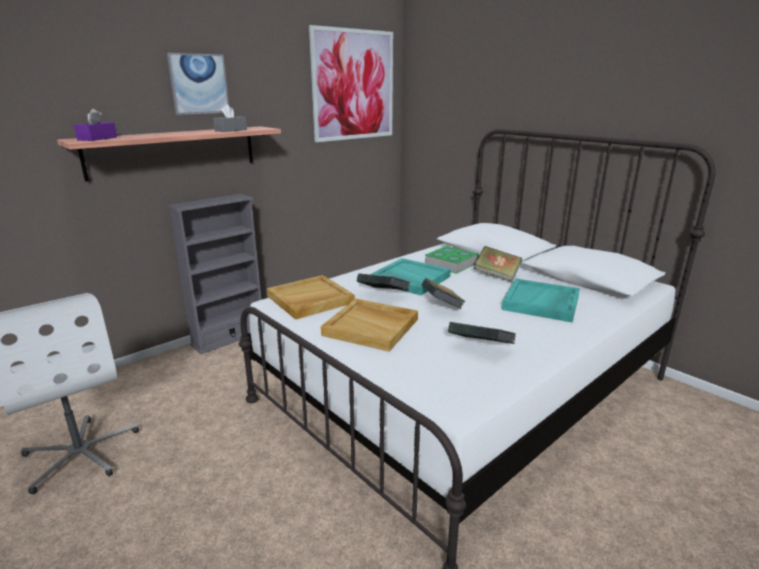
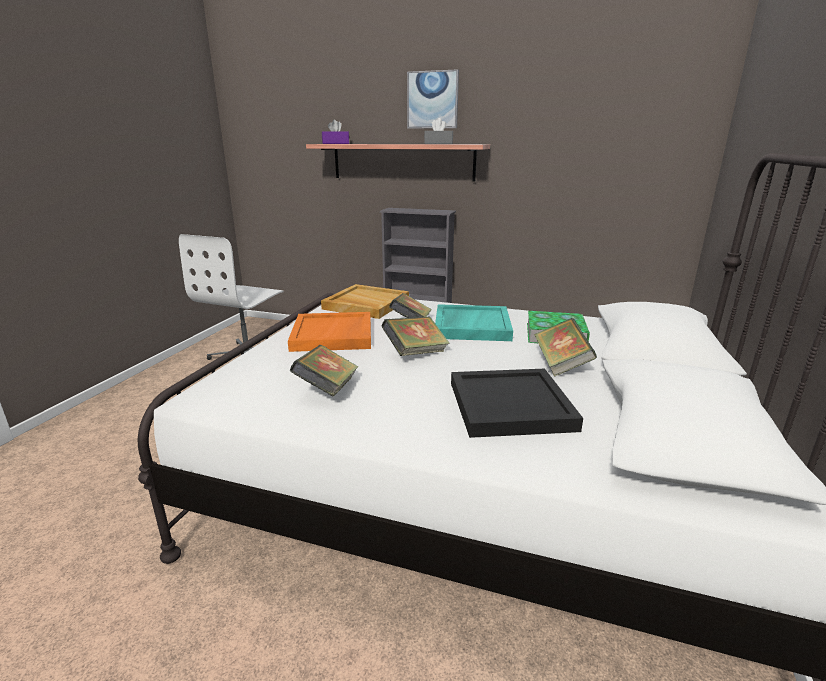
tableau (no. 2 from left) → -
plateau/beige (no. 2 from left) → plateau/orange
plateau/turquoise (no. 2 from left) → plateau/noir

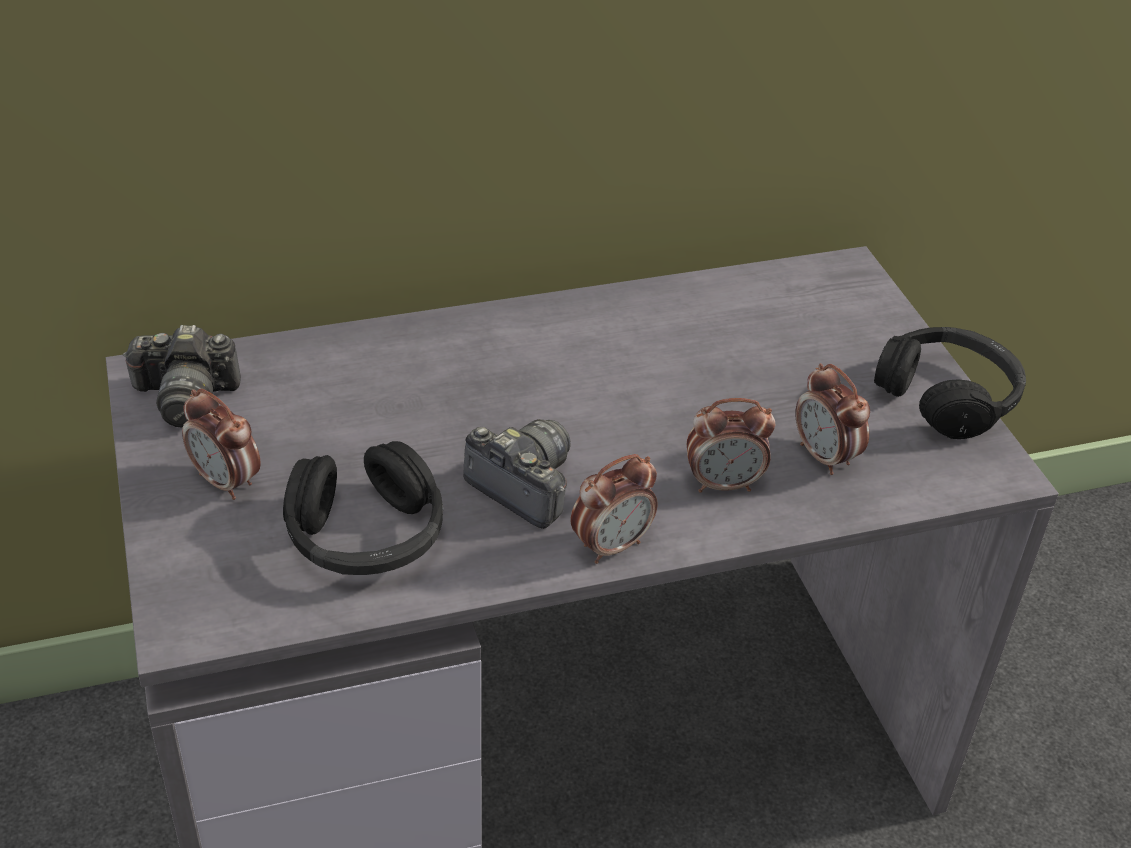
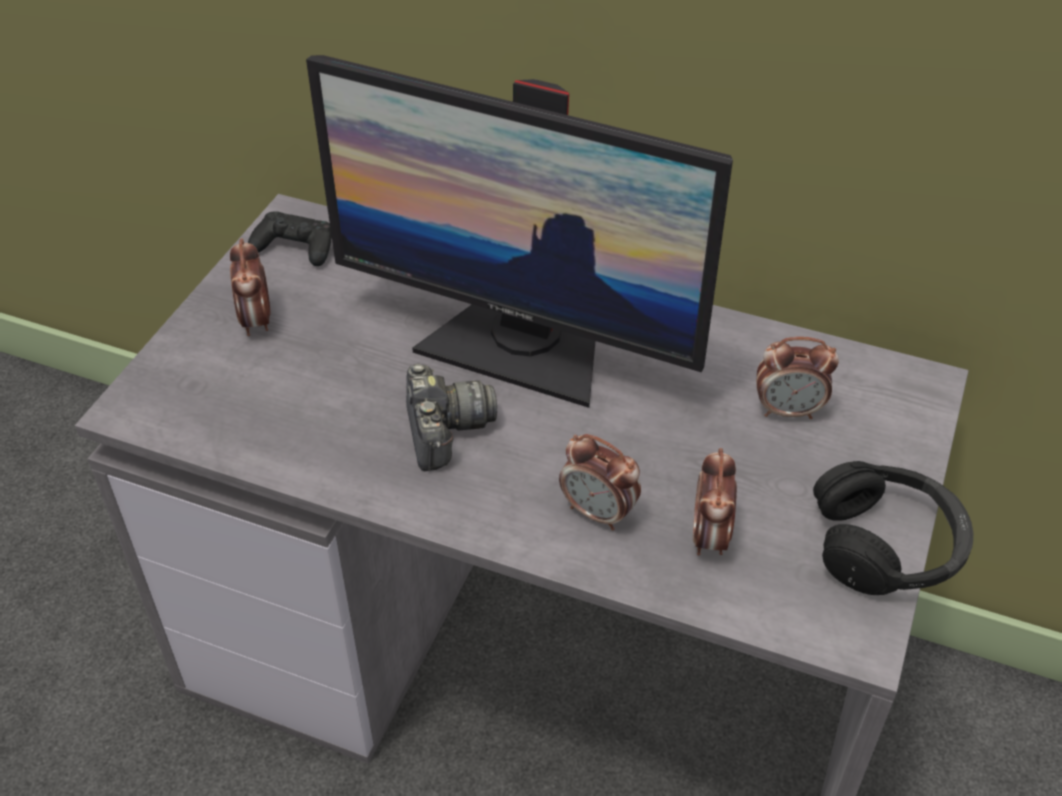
casque audio/noir (no. 1 from left) → -
- → écran d'ordinateur
réveil (no. 2 from left in the first image) → réveil (no. 4 from left), shifted
appareil photo (no. 1 from left) → manette/noir

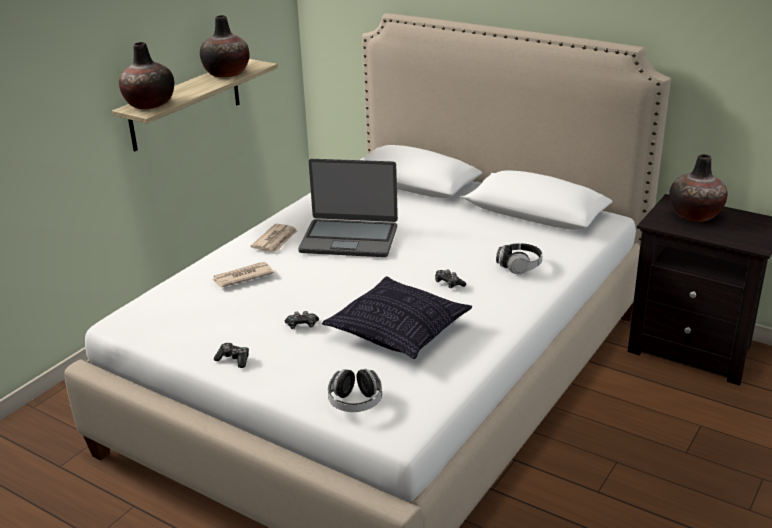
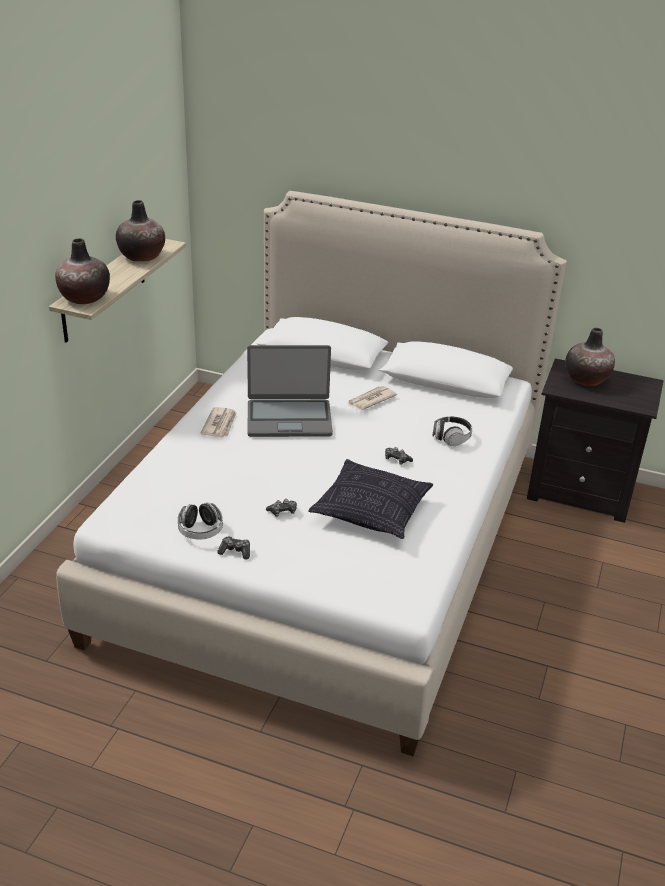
journal (no. 1 from left in the first image) → journal (no. 2 from left), shifted
casque audio (no. 1 from left), shifted

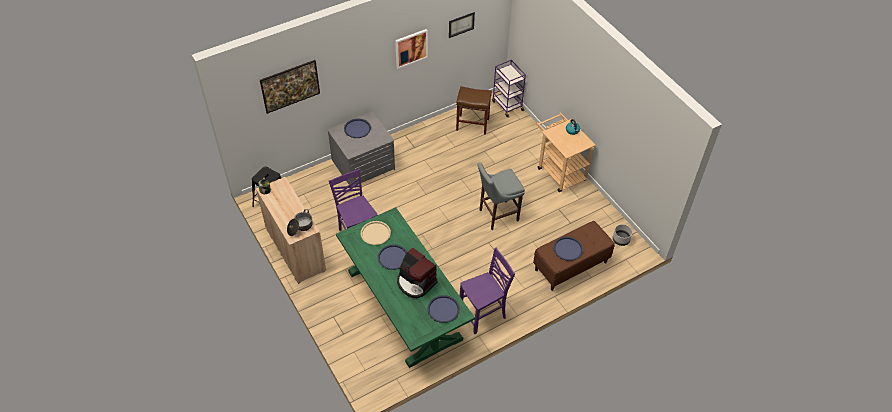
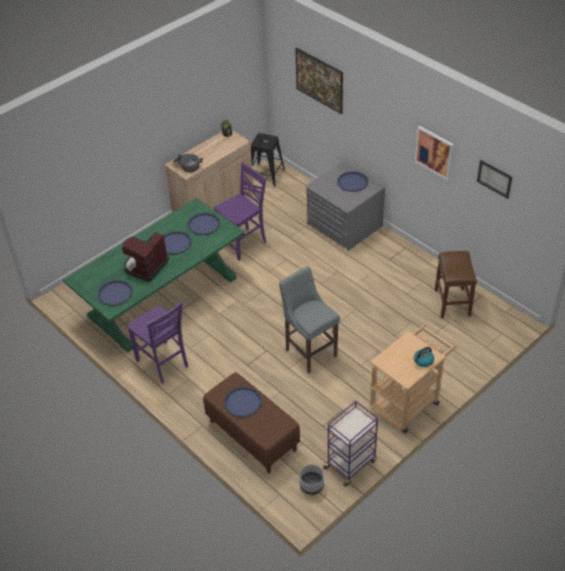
chariot/violet, shifted
plateau/beige → plateau/bleu (no. 3 from left)

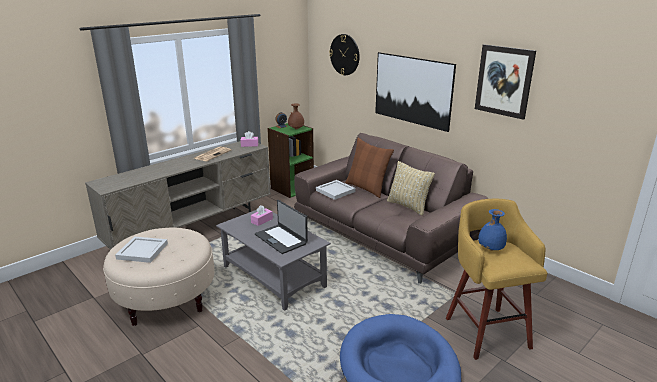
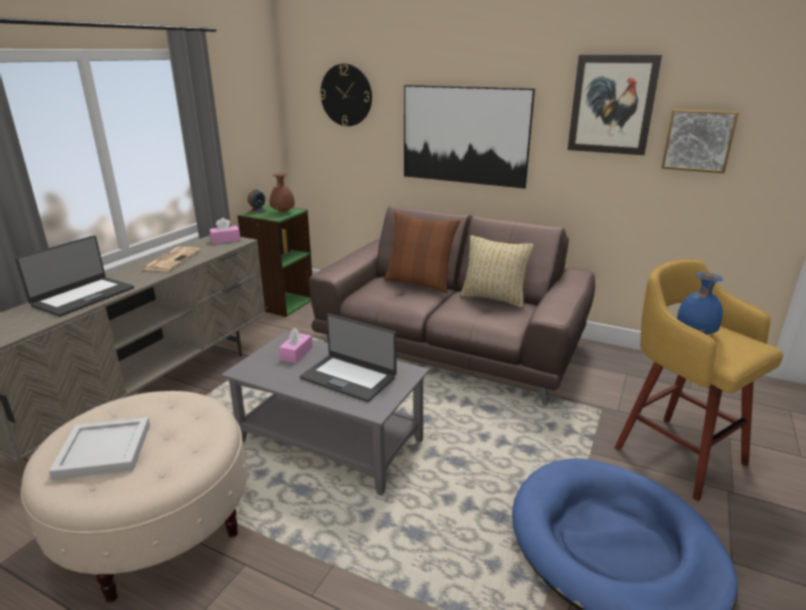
plateau/blanc (no. 2 from left) → -
- → ordinateur portable (no. 1 from left)
- → tableau (no. 3 from left)

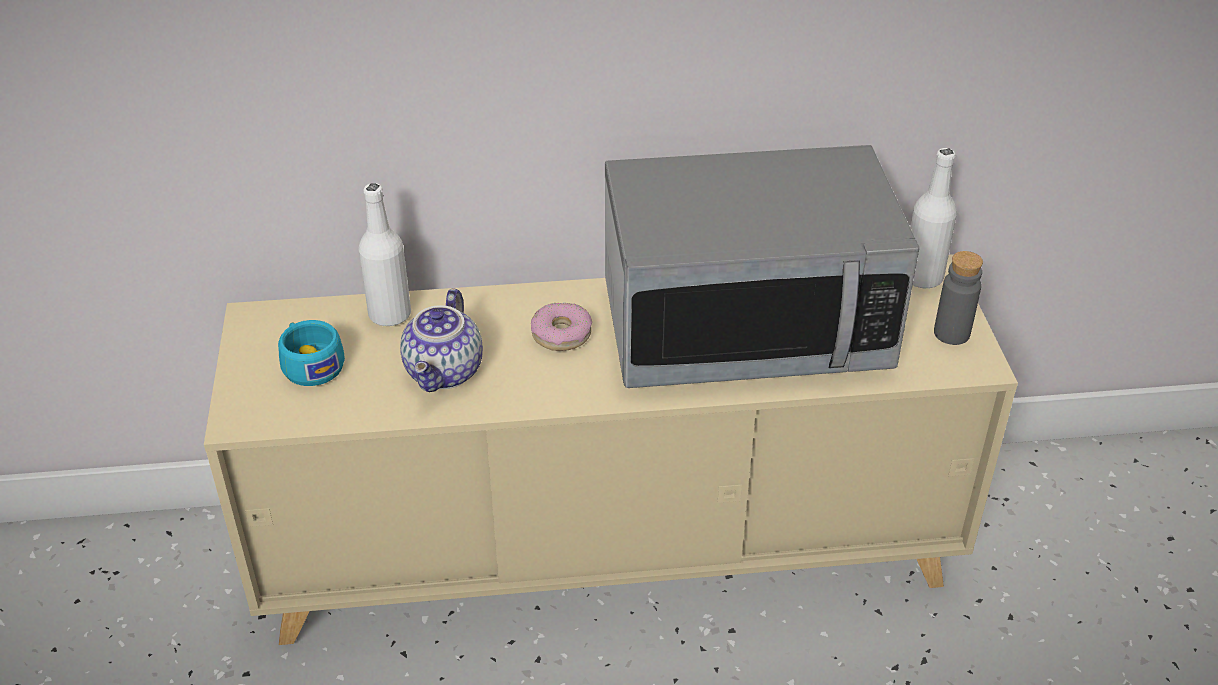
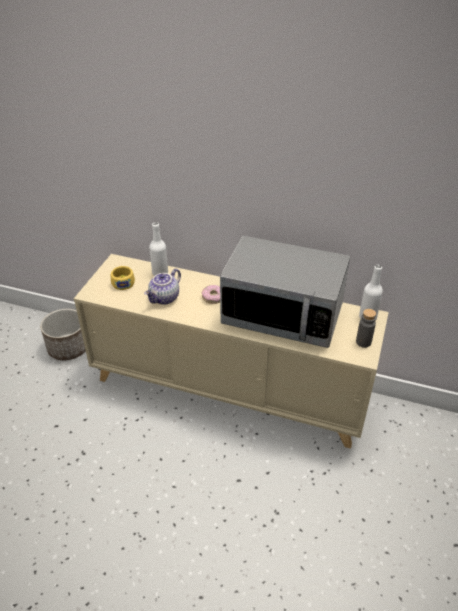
- → cache-pot
tasse/turquoise → tasse/jaune

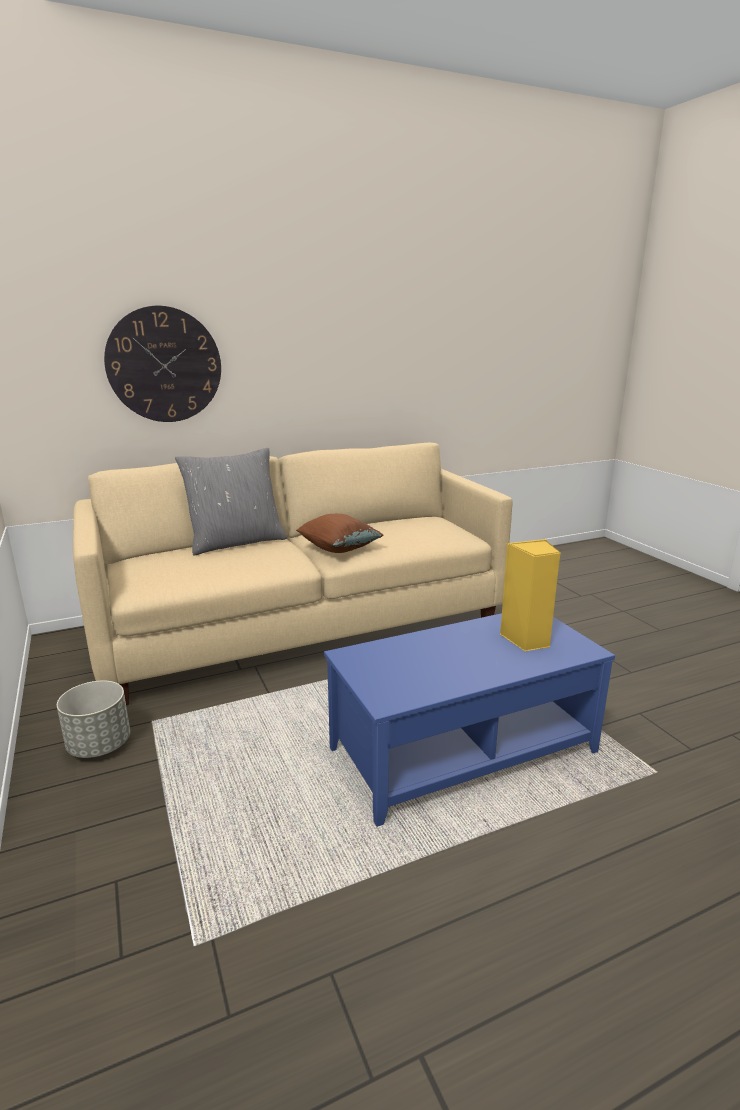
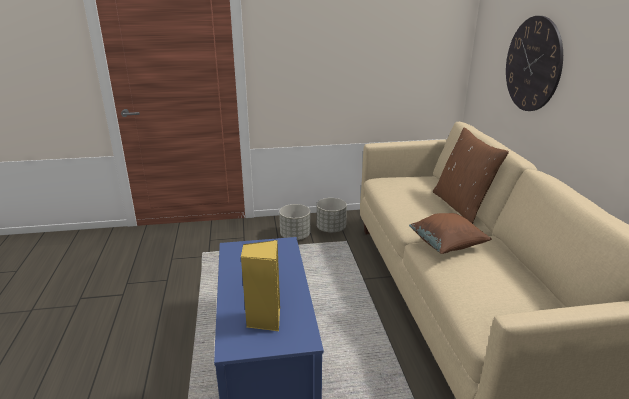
- → cache-pot/gris (no. 1 from left)
coussin/gris → coussin/marron (no. 2 from left)

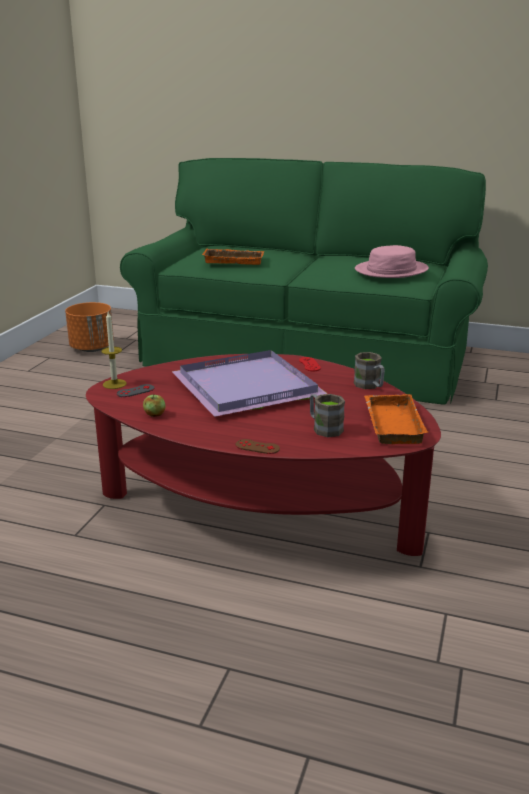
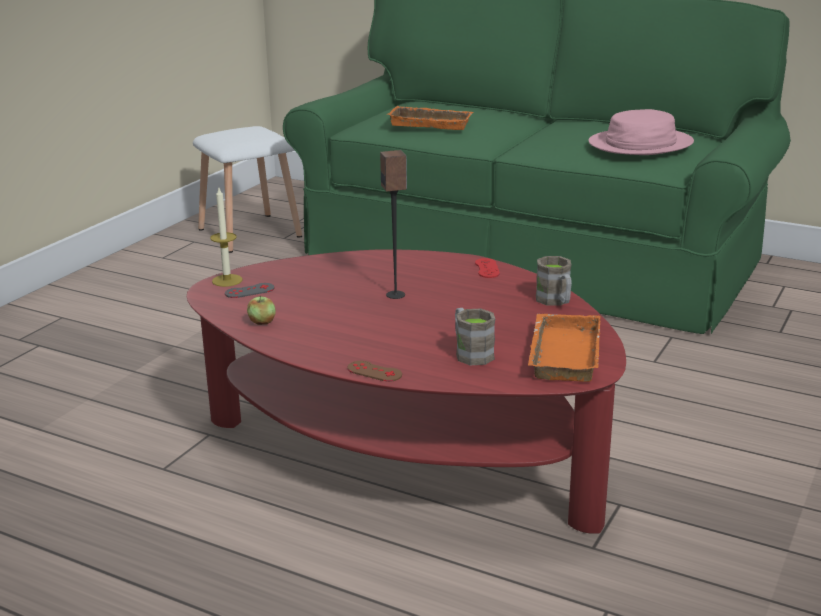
cache-pot/orange → tabouret/blanc
plateau/violet → enceinte

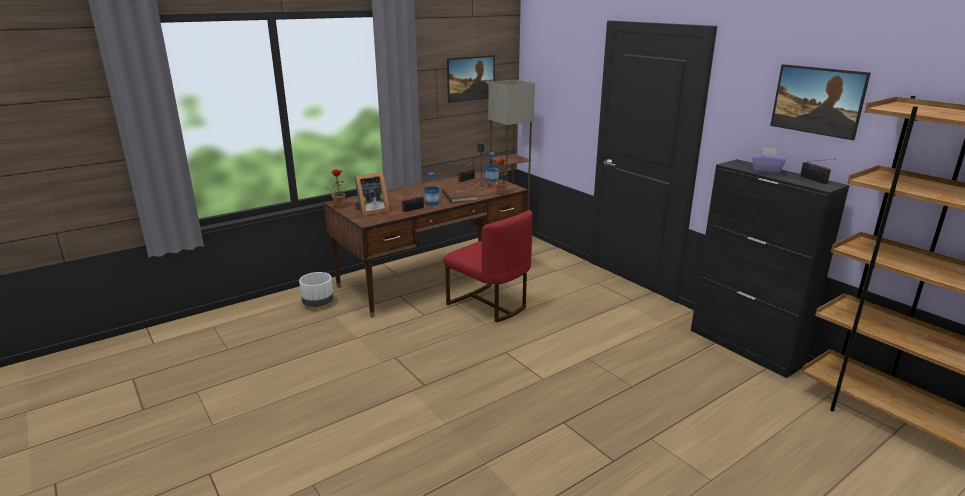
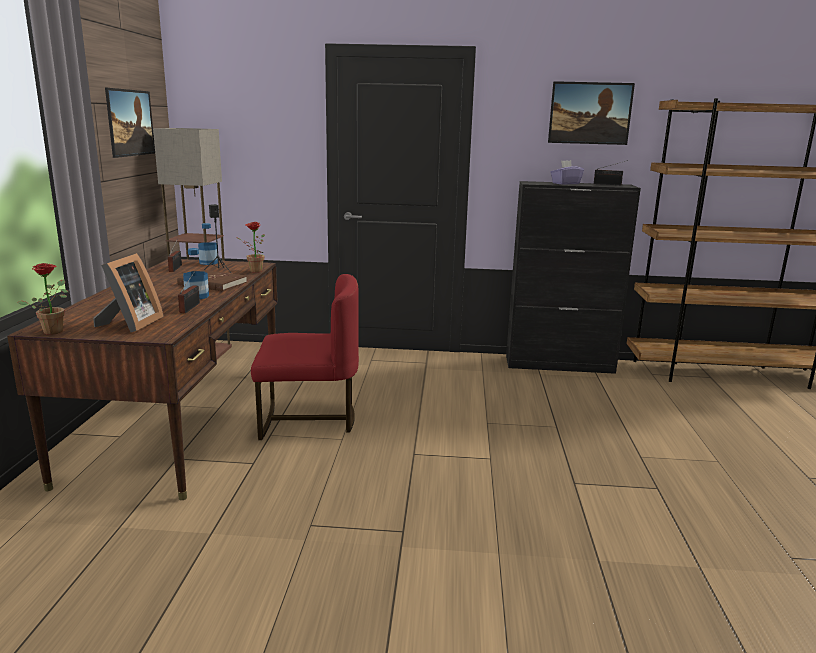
cache-pot/blanc → -

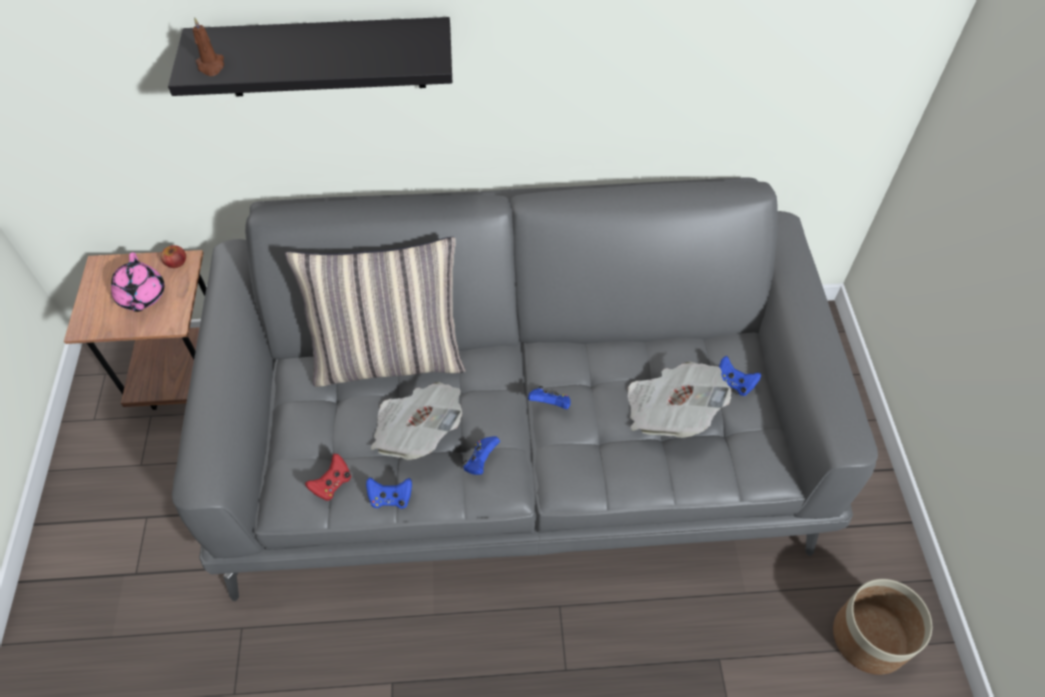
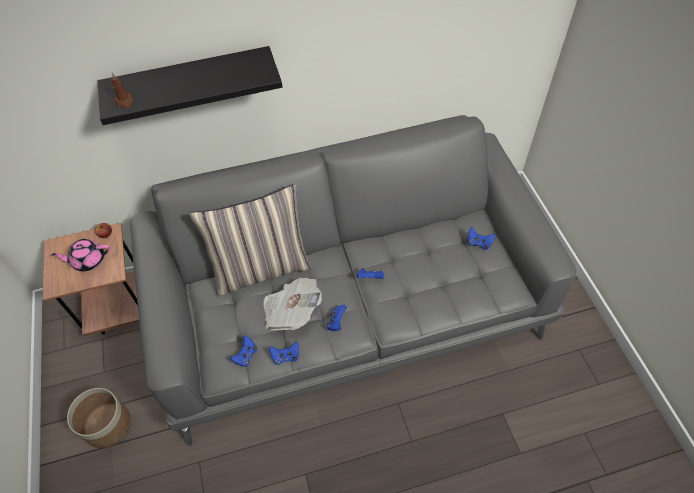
journal (no. 2 from left) → -
cache-pot, shifted
manette/rouge → manette/bleu (no. 1 from left)
théière/rose, 105 degrees clockwise

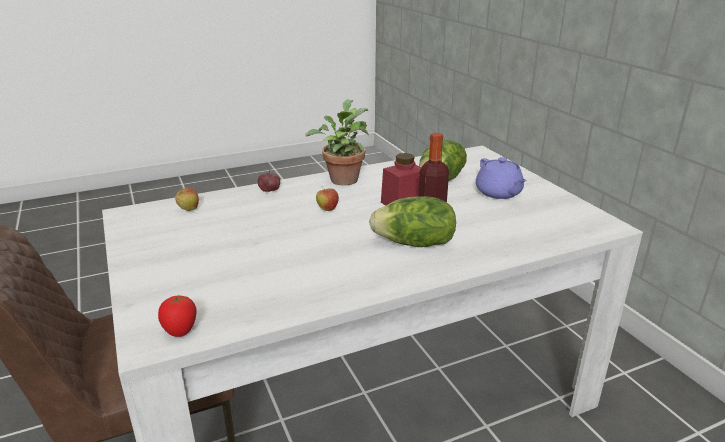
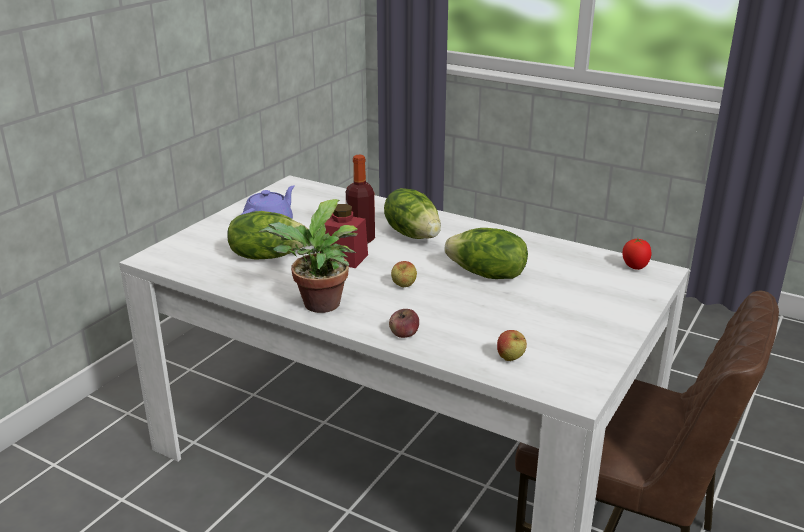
- → laitue (no. 3 from left)

